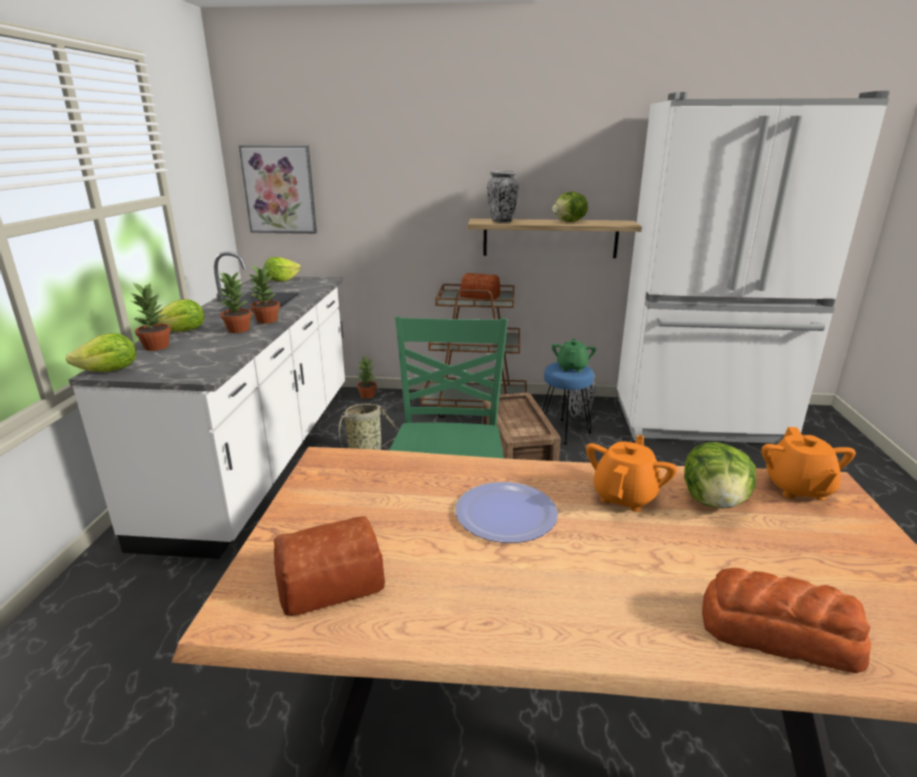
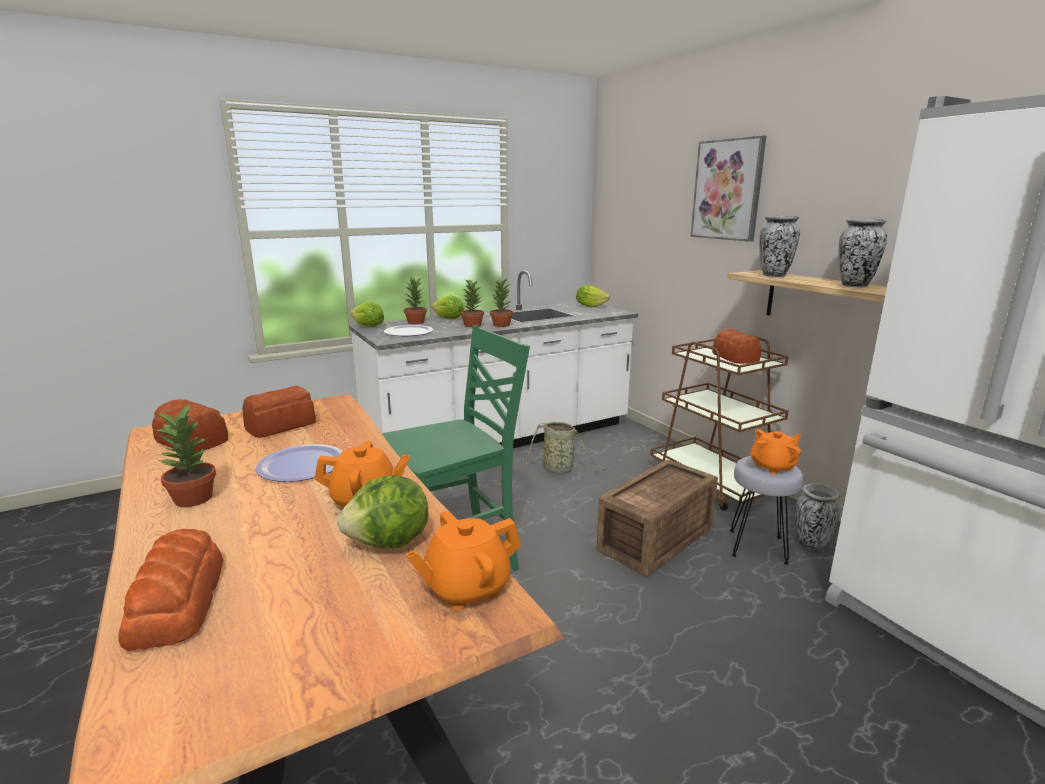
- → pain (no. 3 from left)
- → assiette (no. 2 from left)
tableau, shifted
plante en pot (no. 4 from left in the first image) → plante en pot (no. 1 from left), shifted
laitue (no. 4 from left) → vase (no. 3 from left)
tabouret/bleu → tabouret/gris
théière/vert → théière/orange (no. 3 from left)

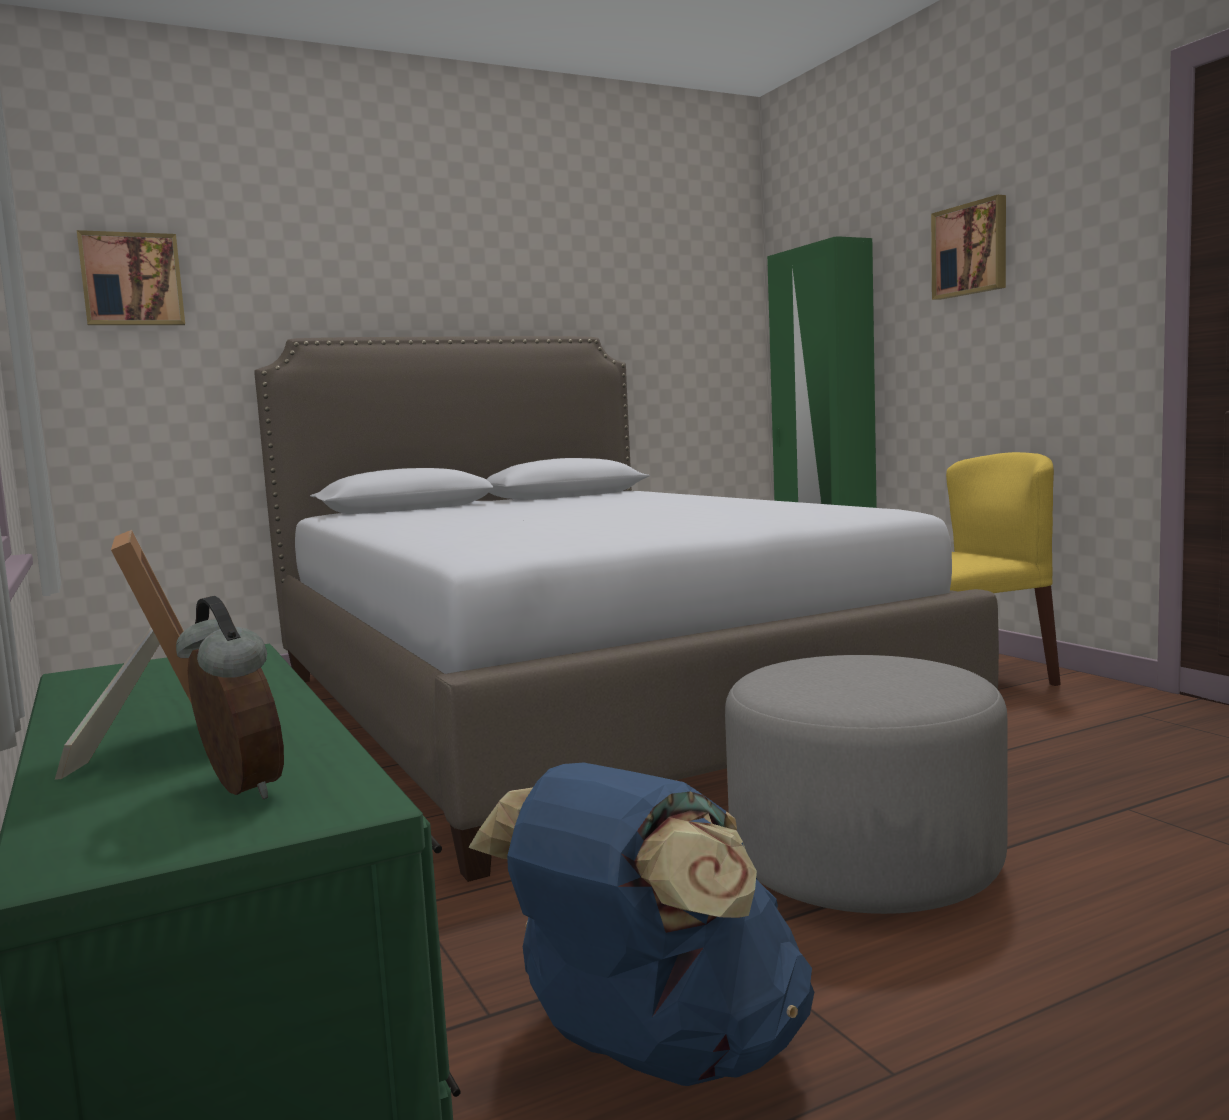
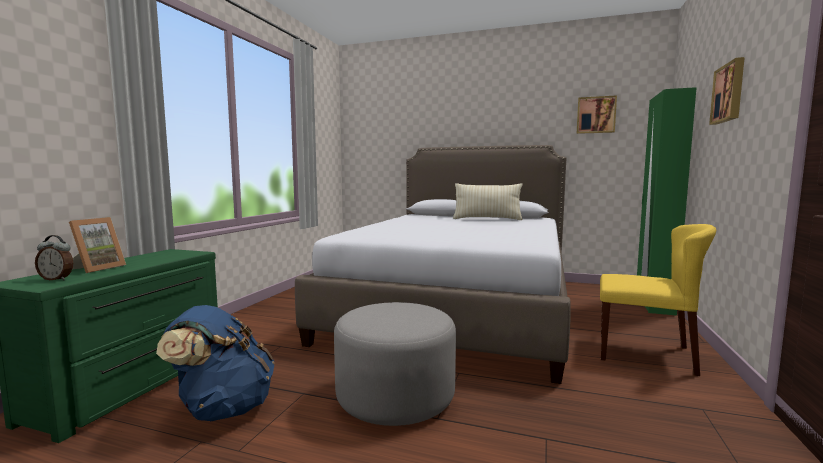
- → coussin/beige
tableau (no. 1 from left), shifted
réveil, 90 degrees clockwise

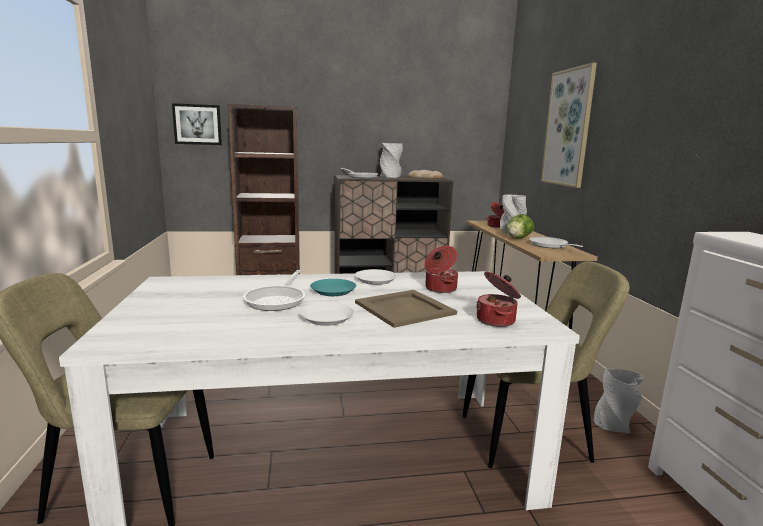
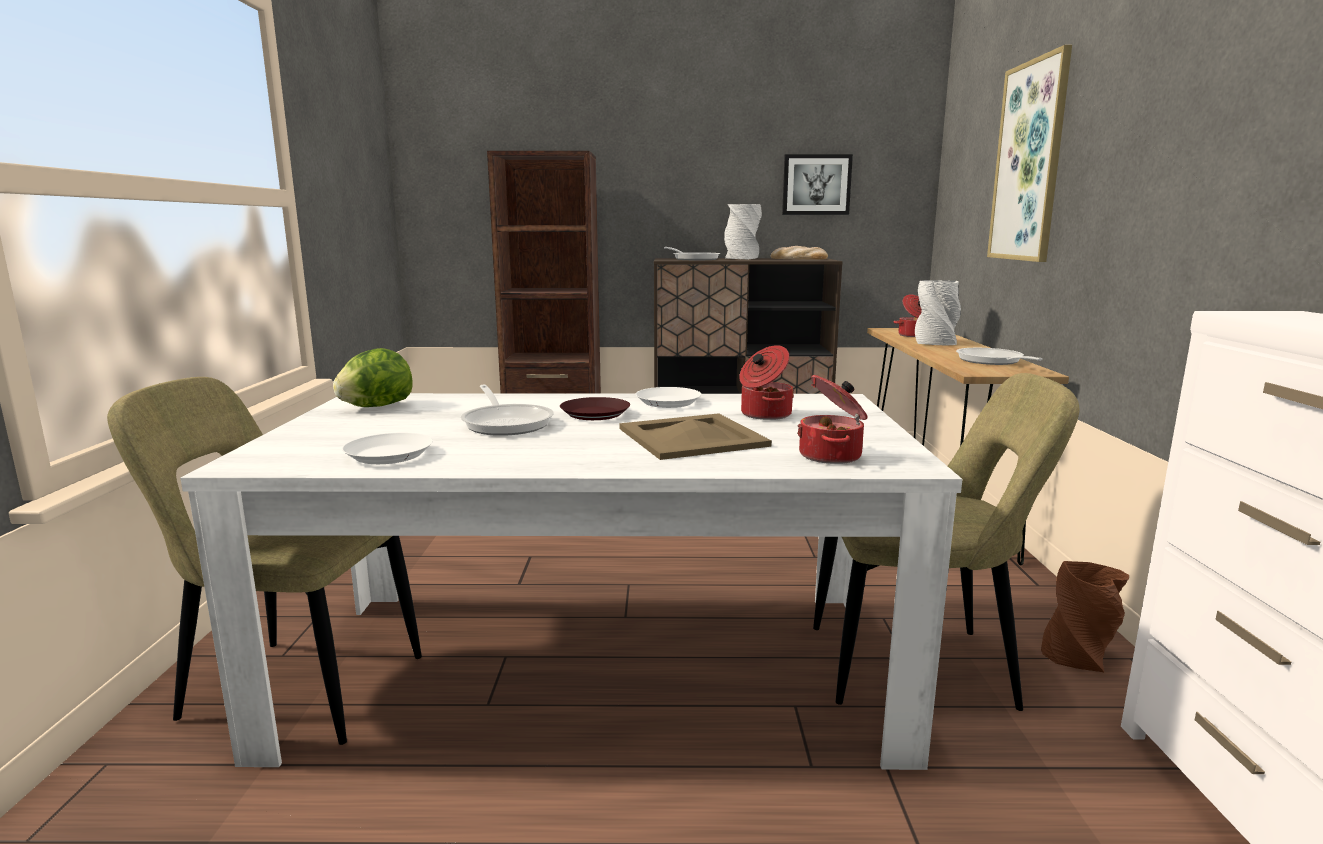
tableau (no. 1 from left), shifted
assiette/blanc (no. 1 from left), shifted
laitue, shifted
assiette/turquoise → assiette/marron
vase/gris (no. 3 from left) → vase/marron
poêle (no. 1 from left), 45 degrees counterclockwise

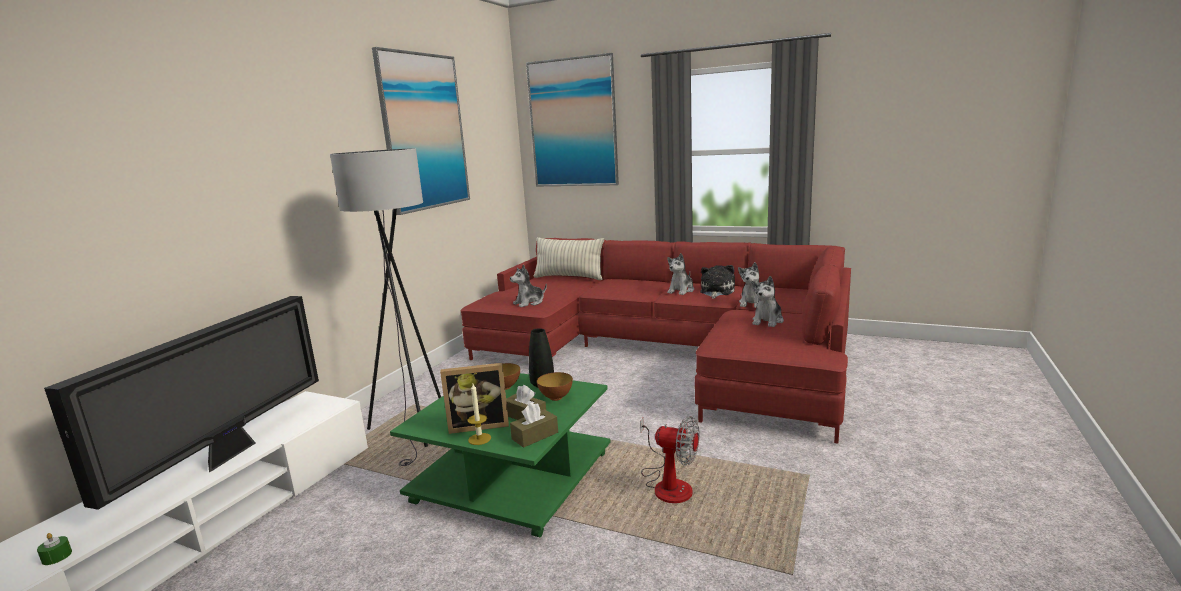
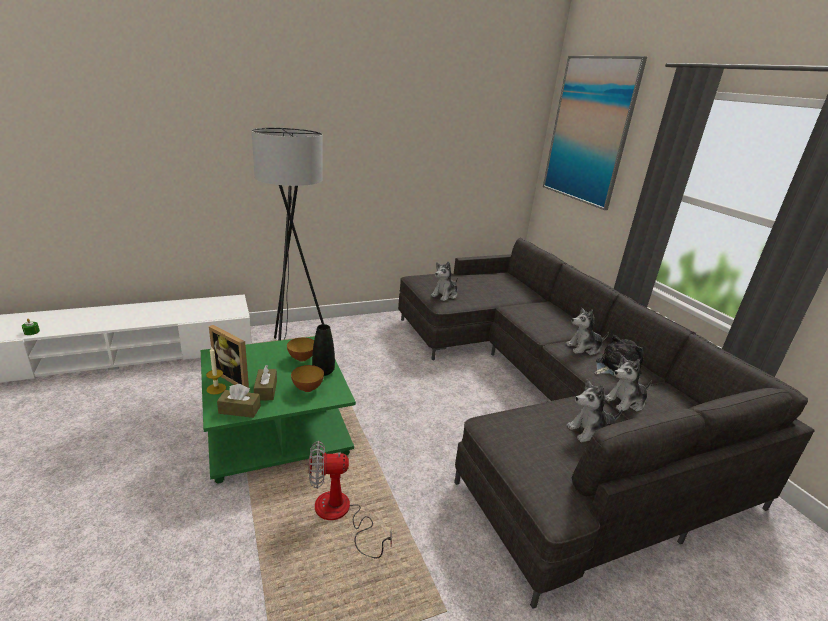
téléviseur → -
tableau (no. 1 from left) → -
coussin → -
canapé/rouge → canapé/gris
peluche (no. 1 from left), 60 degrees counterclockwise
ventilateur, 105 degrees clockwise

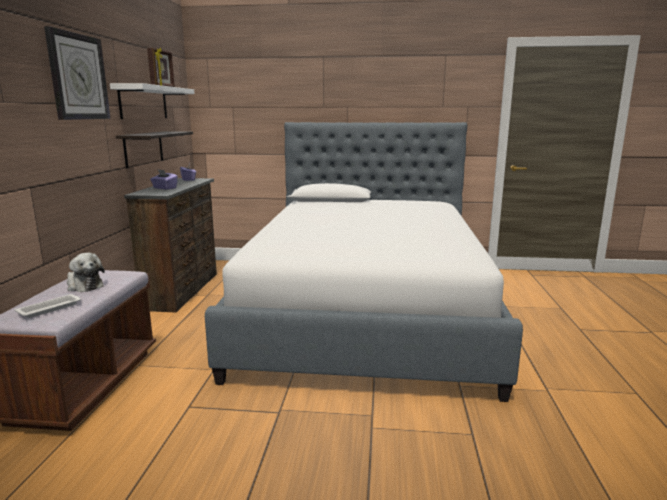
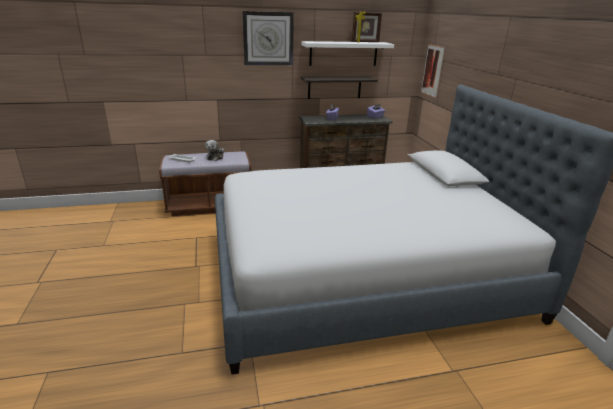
- → tableau

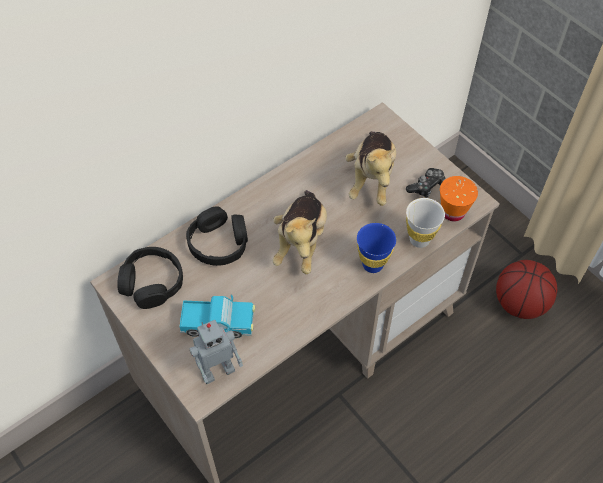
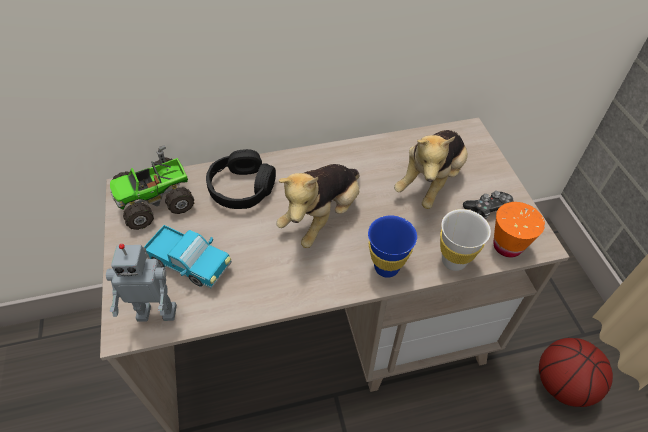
casque audio/noir (no. 1 from left) → camion jouet (no. 1 from left)

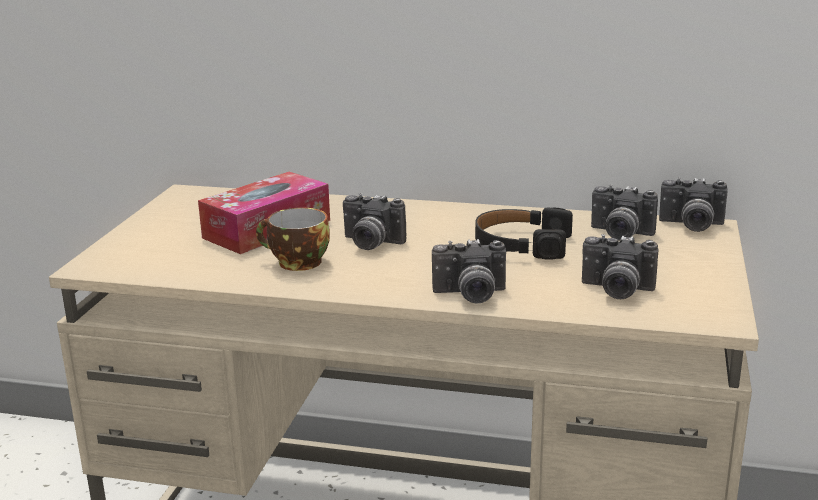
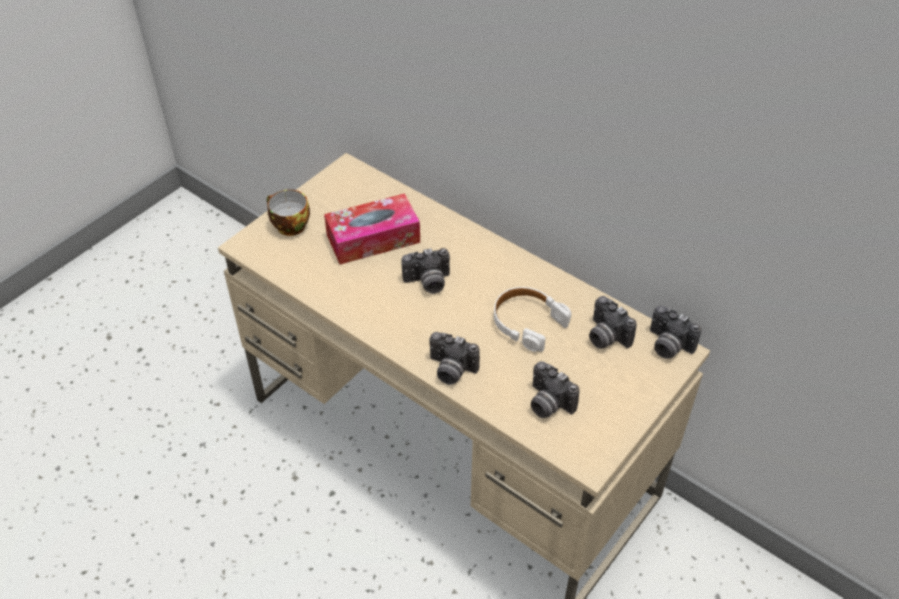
tasse, shifted
casque audio/noir → casque audio/blanc
appareil photo (no. 1 from left), 60 degrees counterclockwise

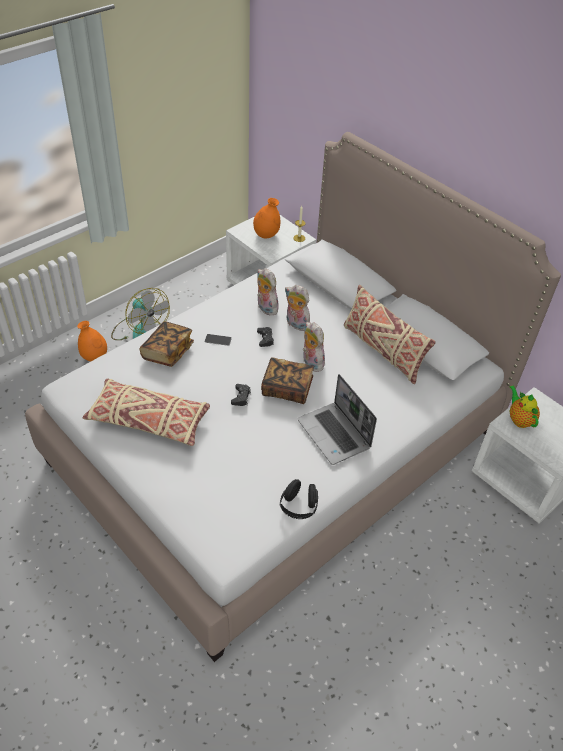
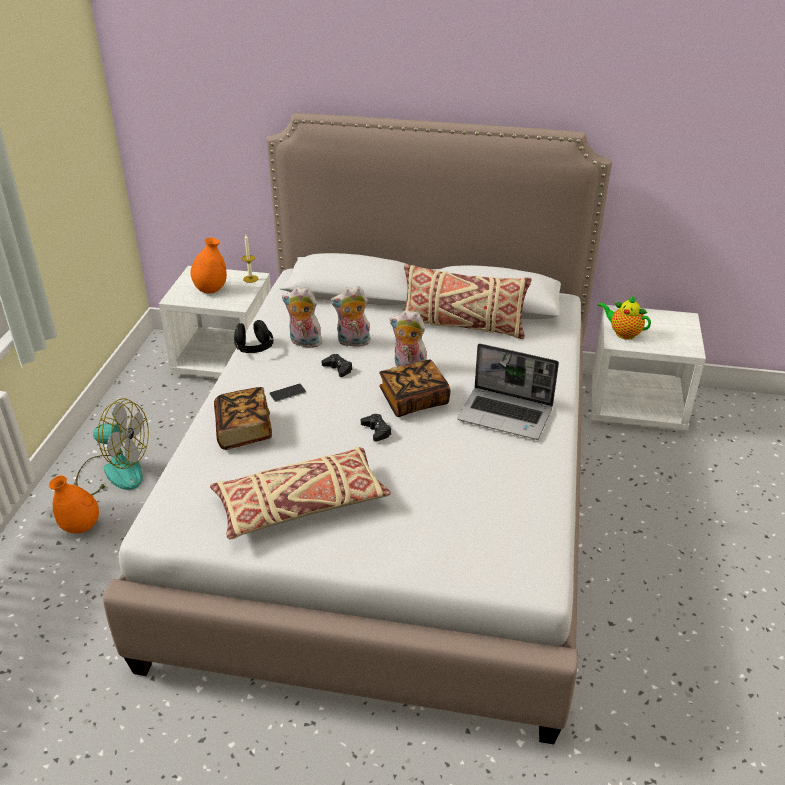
casque audio/noir, shifted

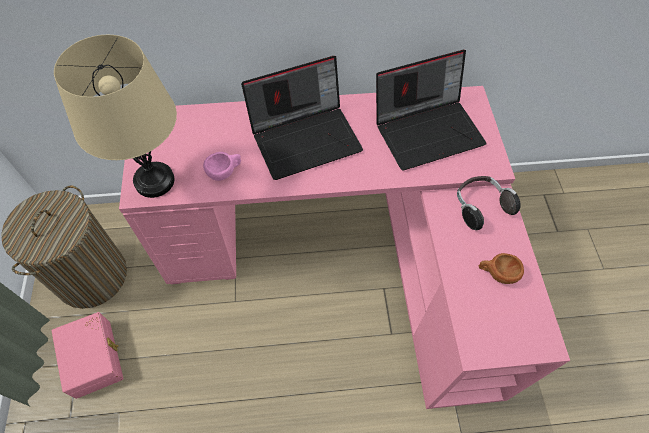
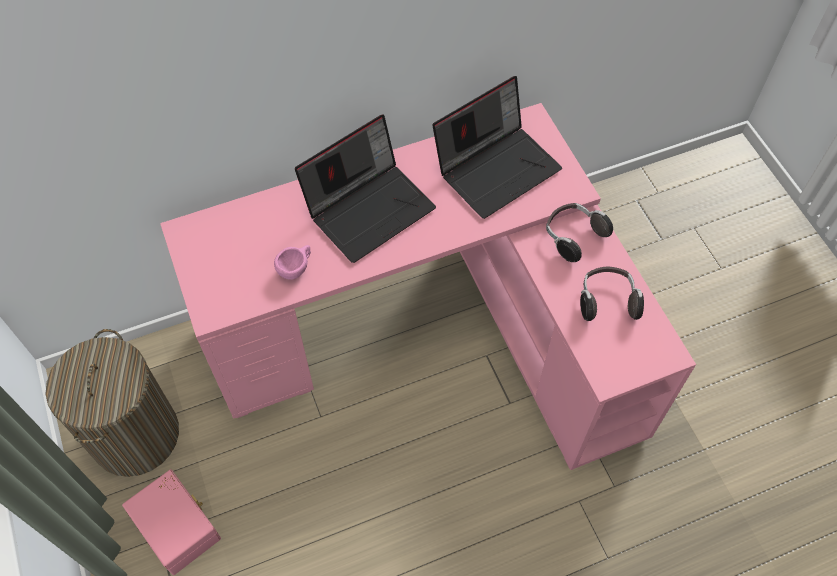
lampe de table/beige → -
tasse/marron → casque audio (no. 2 from left)

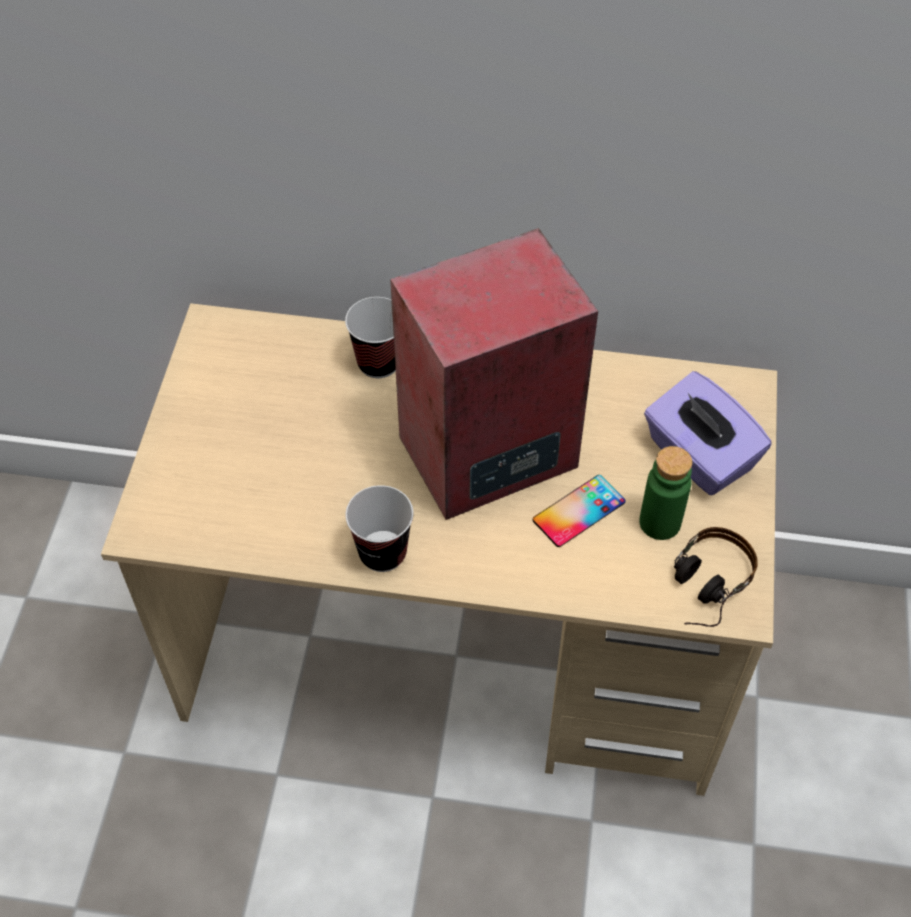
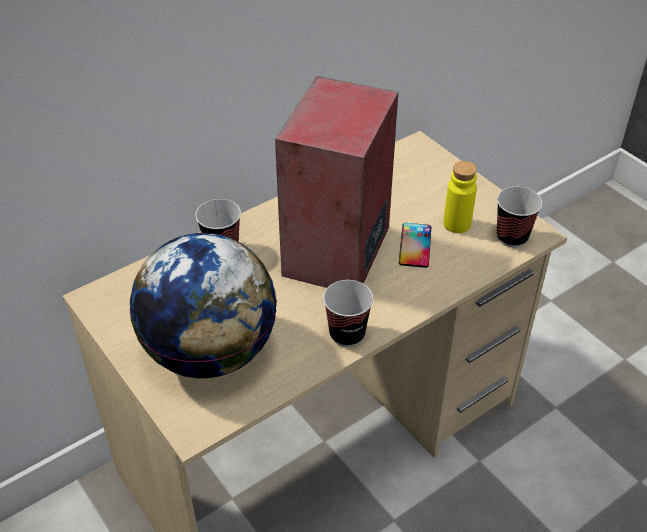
boîte à mouchoirs/violet → -
- → globe
casque audio → tasse (no. 3 from left)
bouteille/vert → bouteille/jaune

